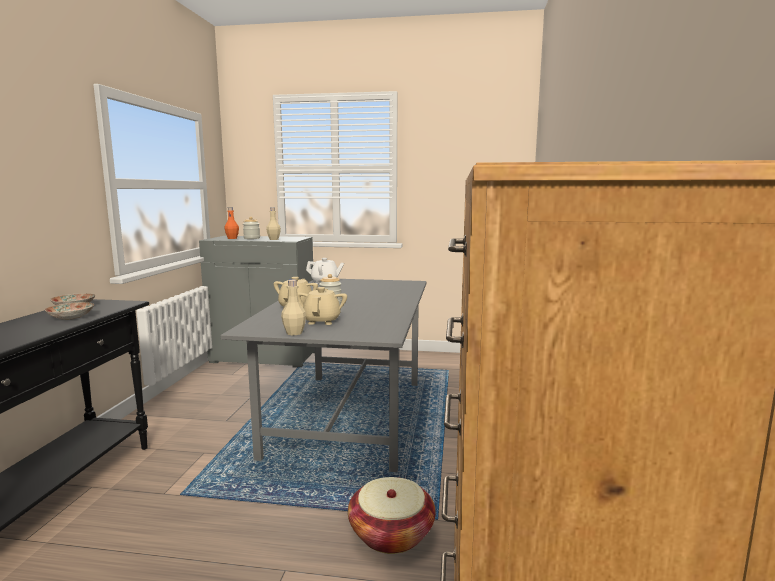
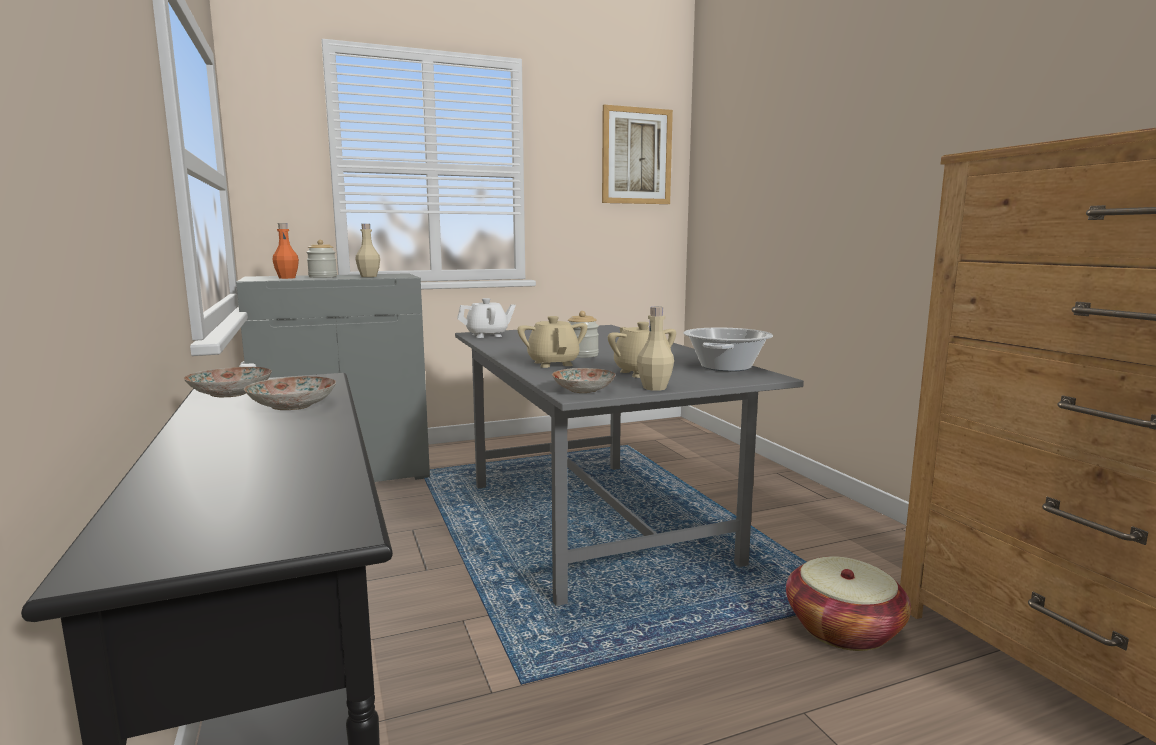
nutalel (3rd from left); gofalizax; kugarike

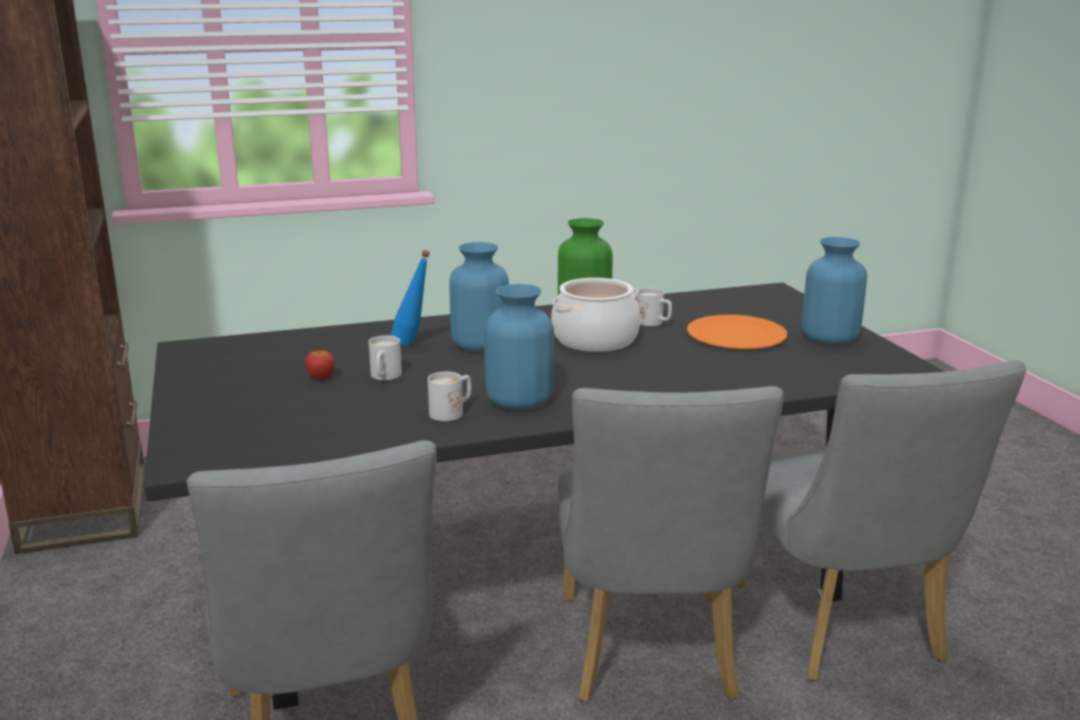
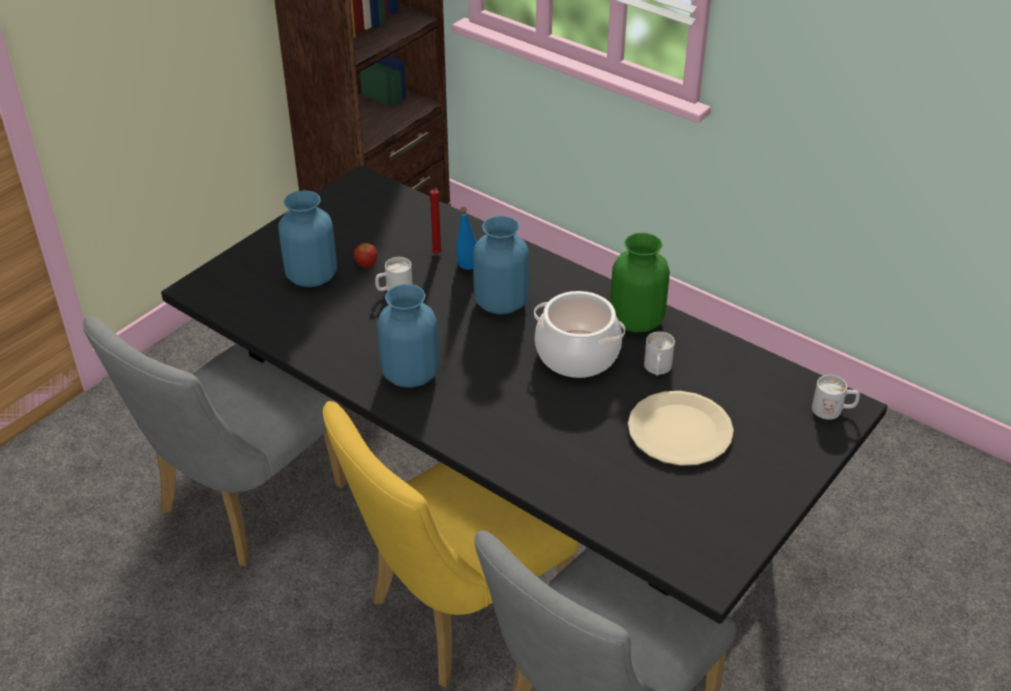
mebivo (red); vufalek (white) (3rd from left); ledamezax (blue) (1st from left); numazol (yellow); nutalel (beige)

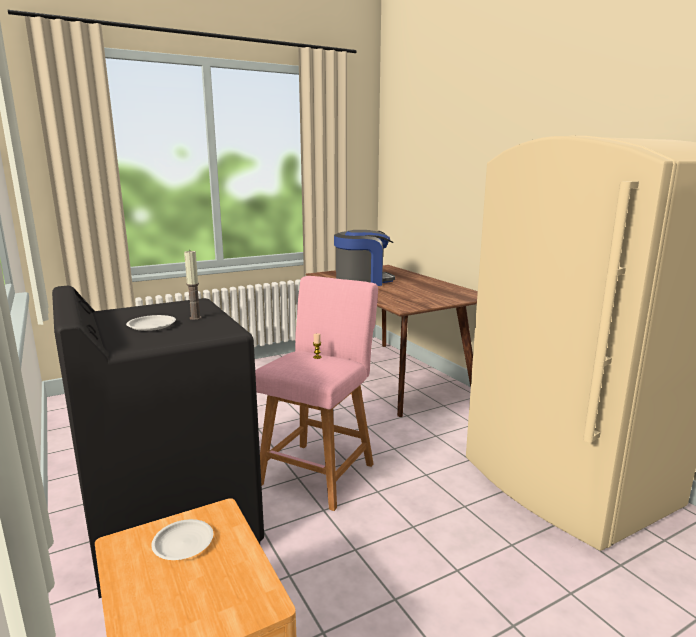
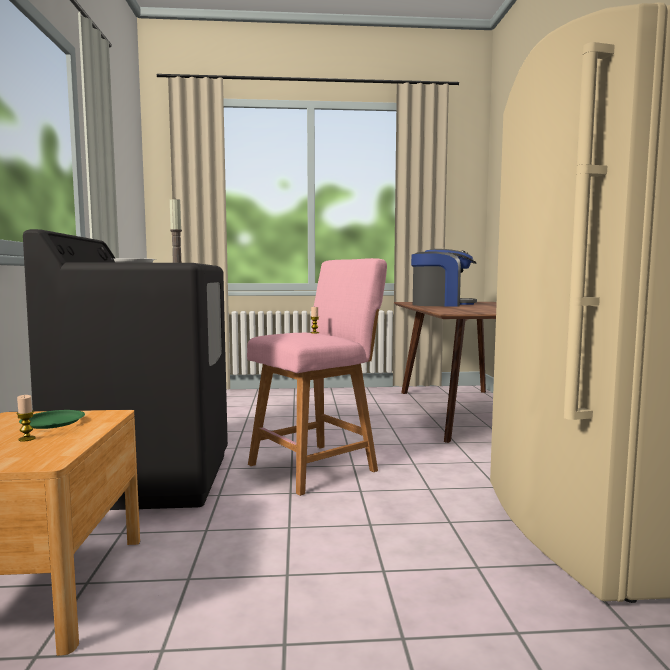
mebivo (1st from left); nutalel (green)

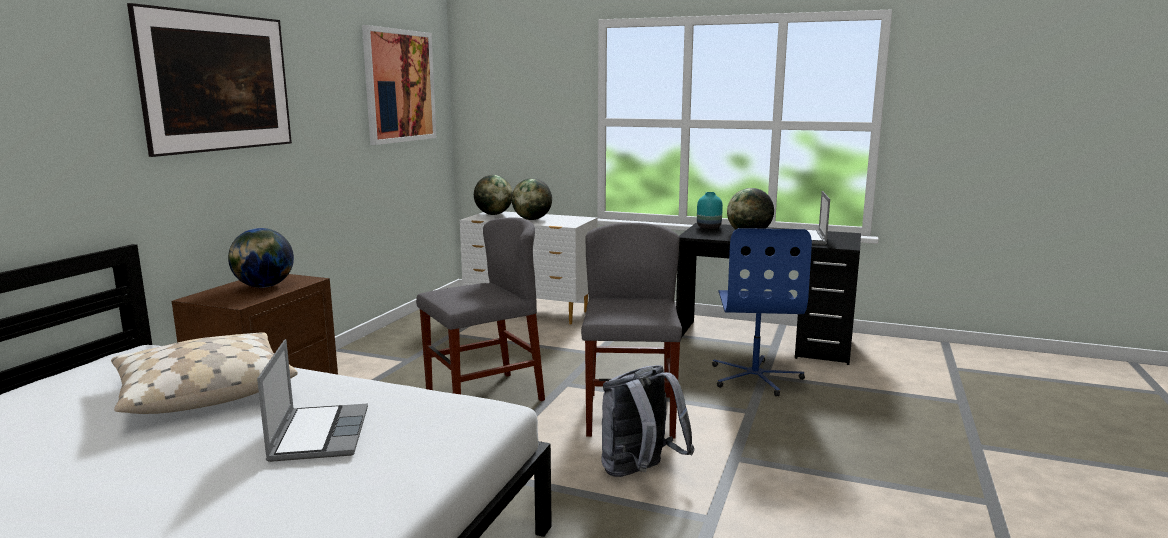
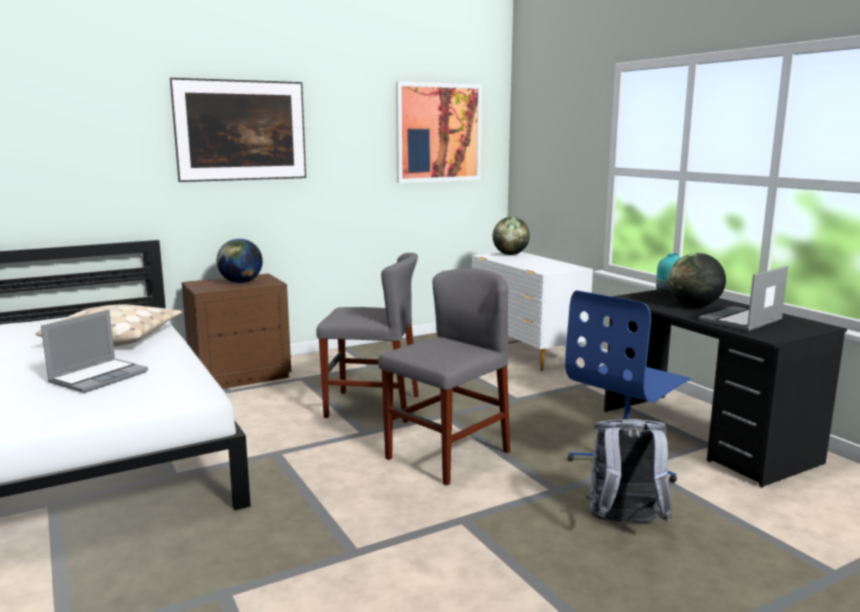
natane (3rd from left in the first image); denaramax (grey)

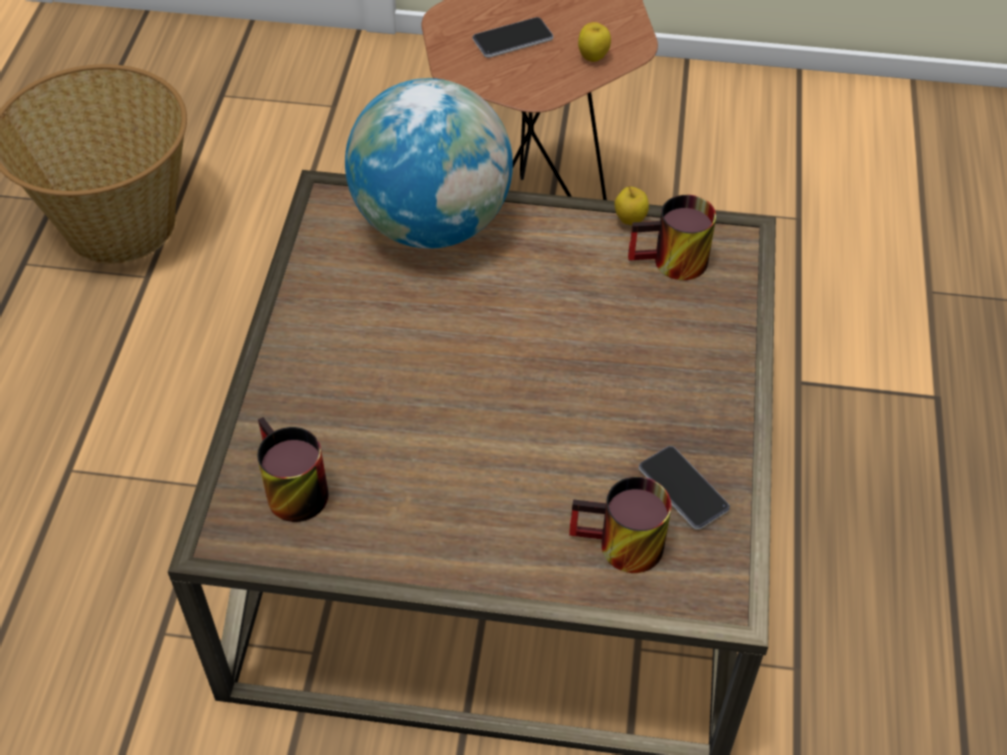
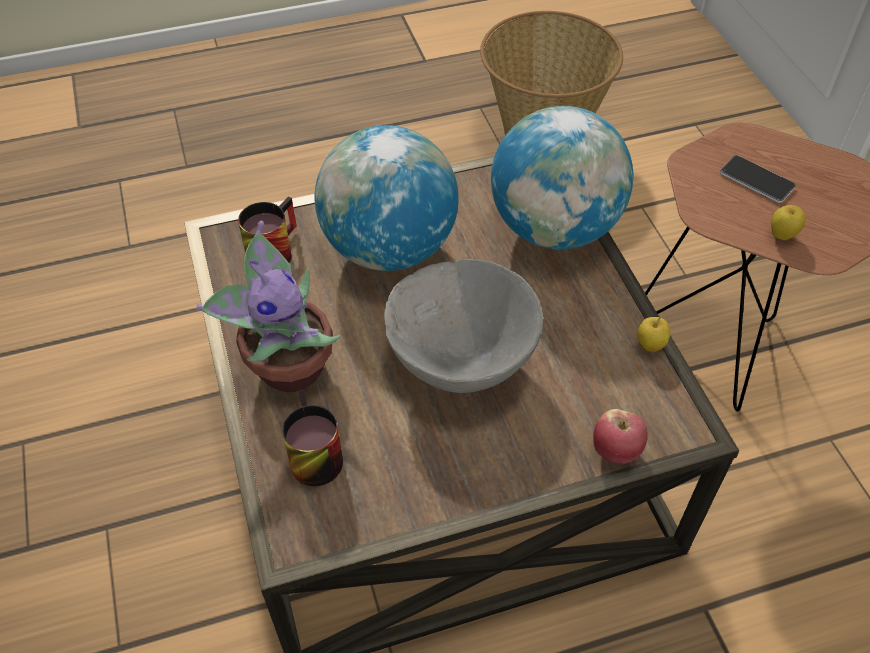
vufalek (3rd from left in the first image); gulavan (2nd from left in the first image); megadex; natane (1st from left); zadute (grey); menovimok (1st from left)

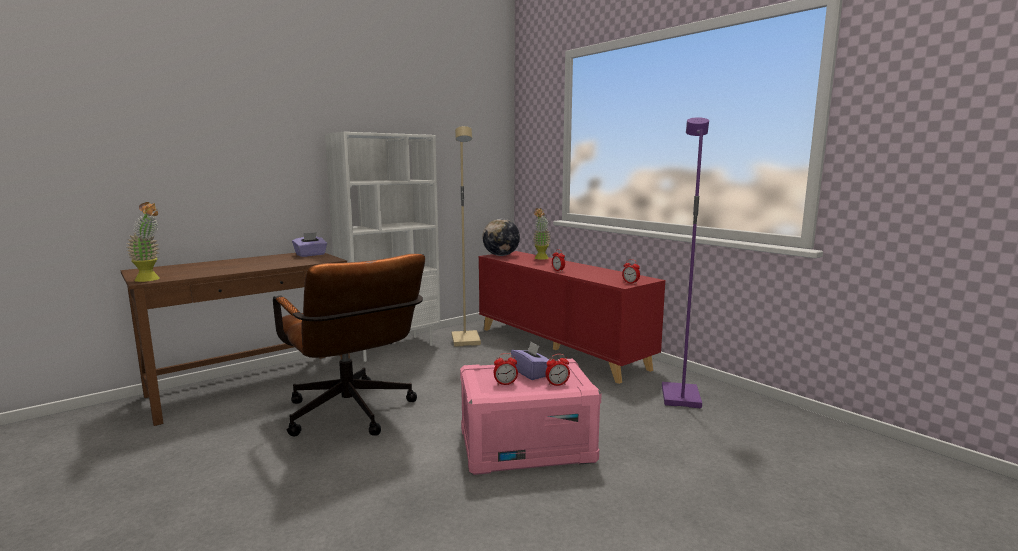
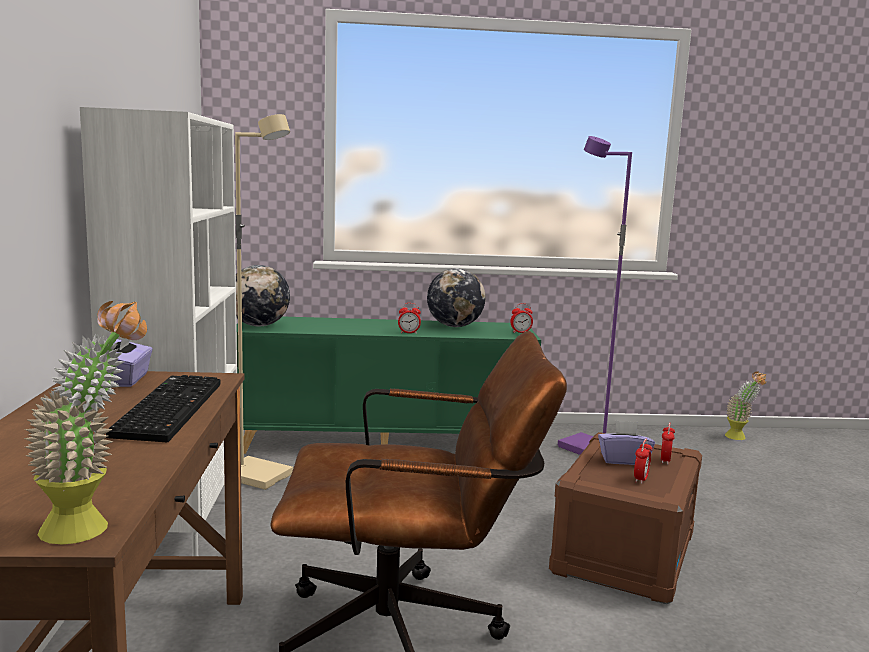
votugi; natane (2nd from left); megadex (2nd from left); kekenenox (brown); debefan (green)

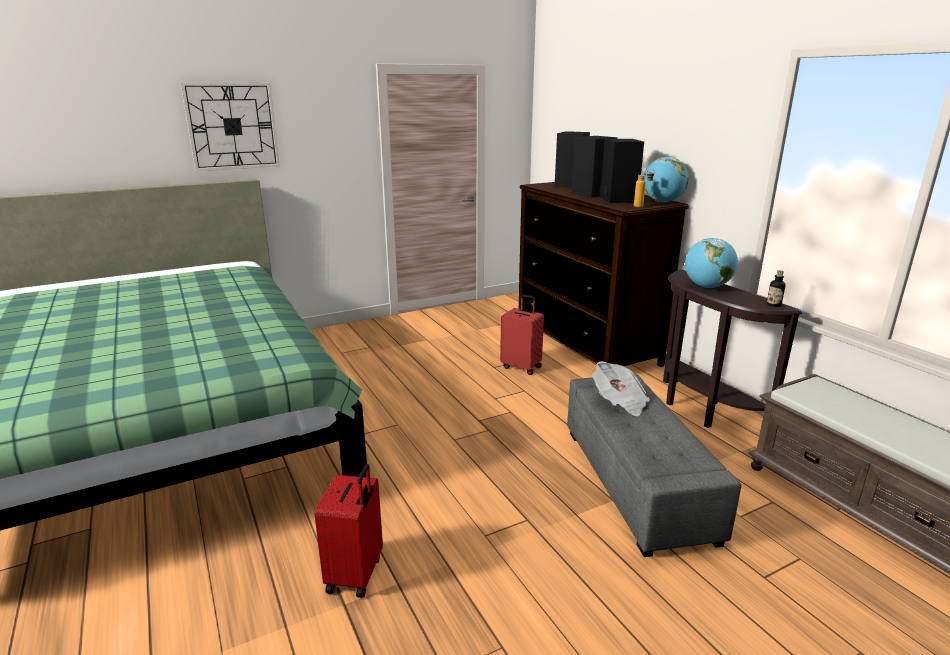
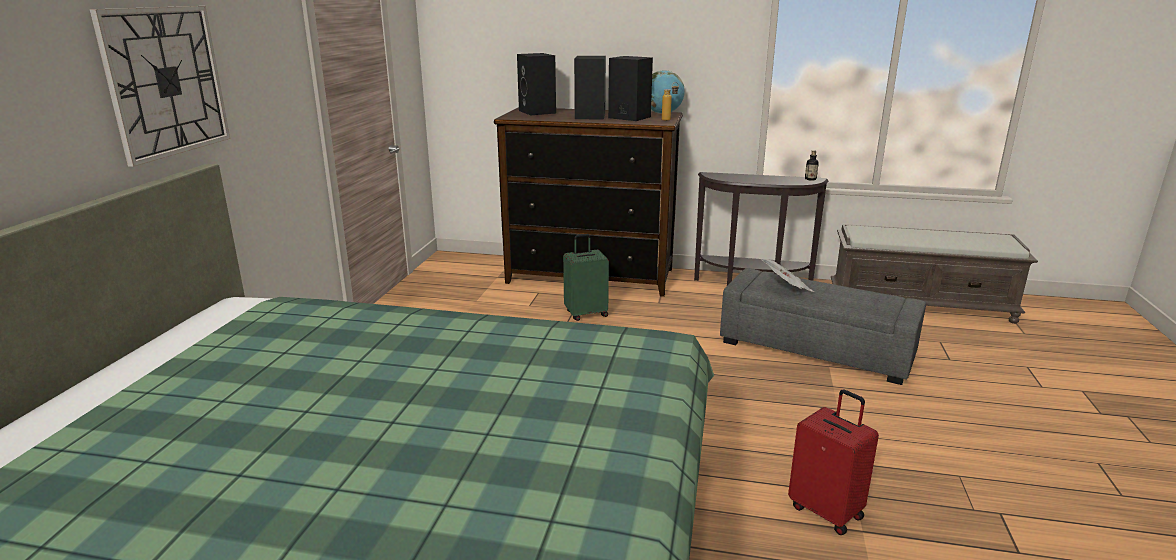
natane (2nd from left in the first image); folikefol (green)

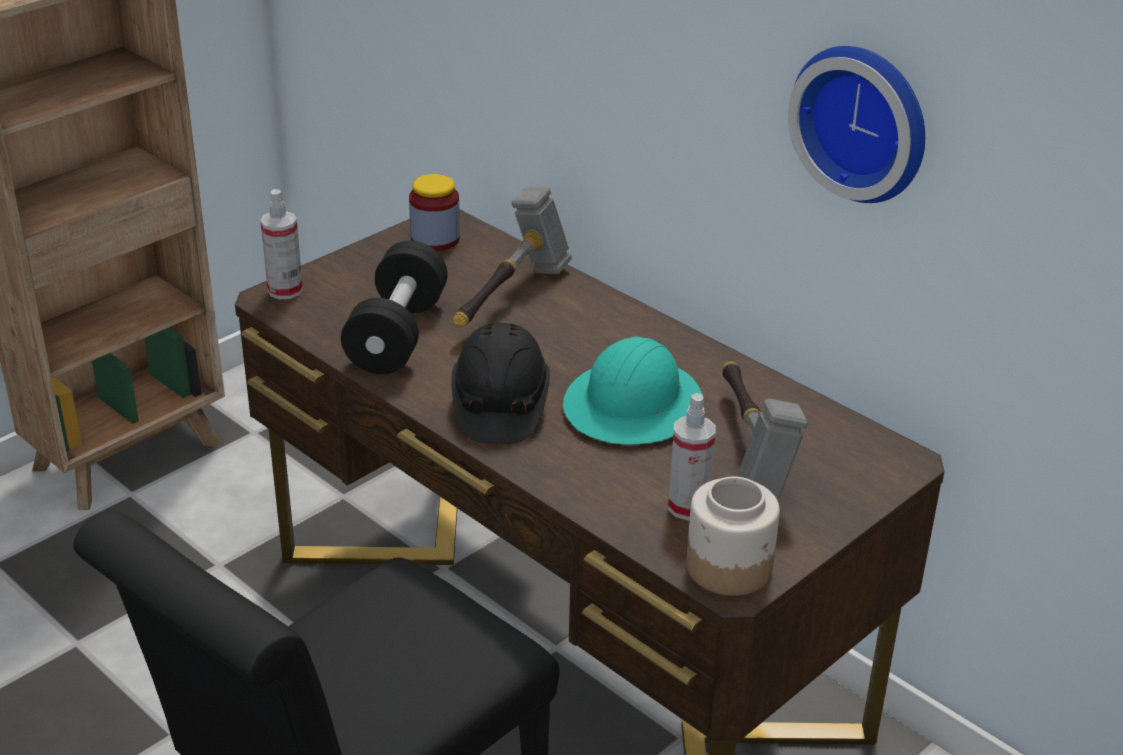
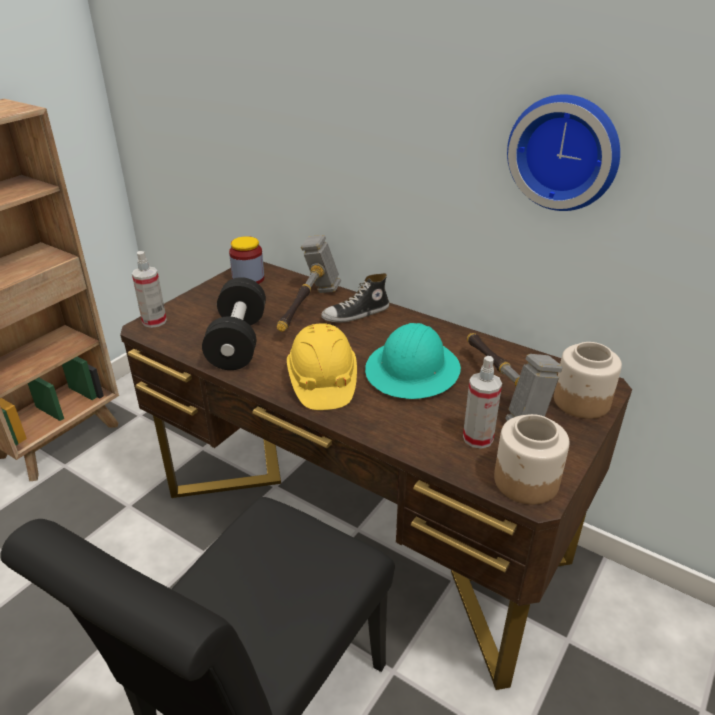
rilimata; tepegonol (3rd from left); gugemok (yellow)

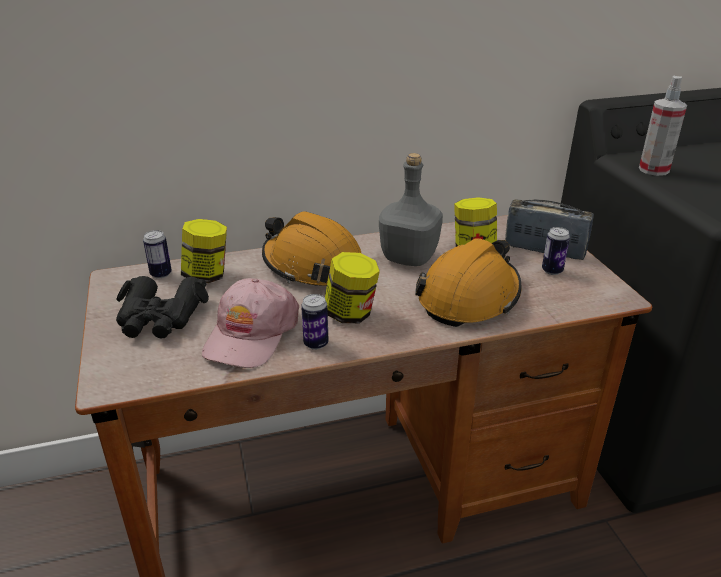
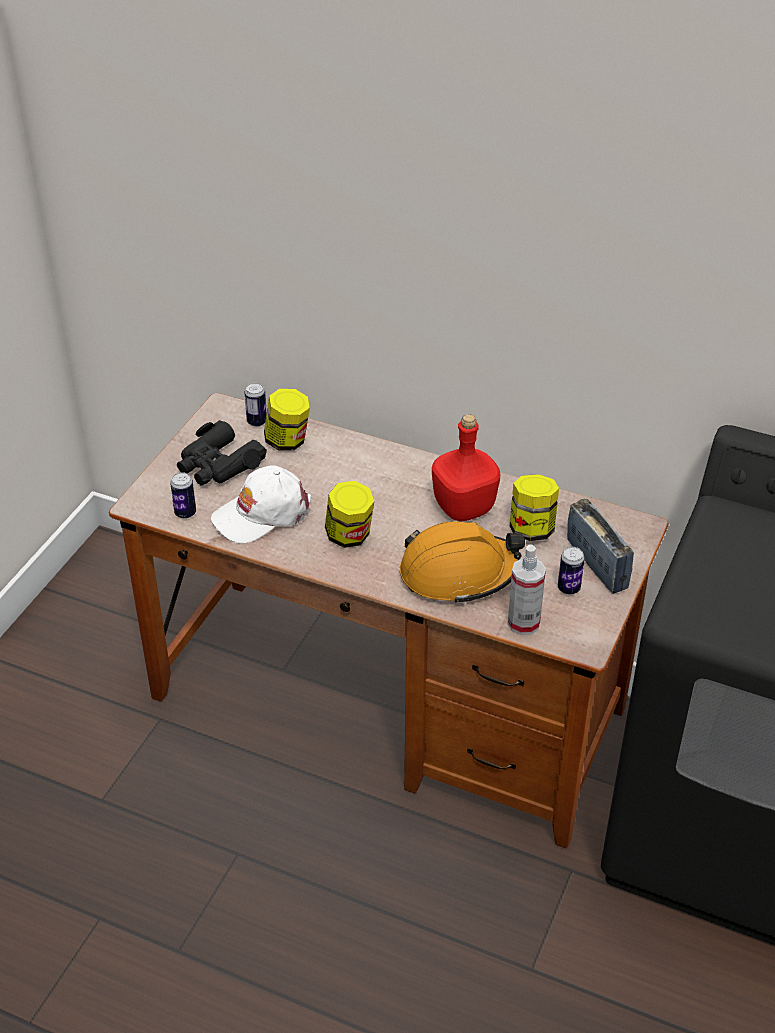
gugemok (orange) (1st from left in the first image); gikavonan (1st from left); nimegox; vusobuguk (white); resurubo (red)

